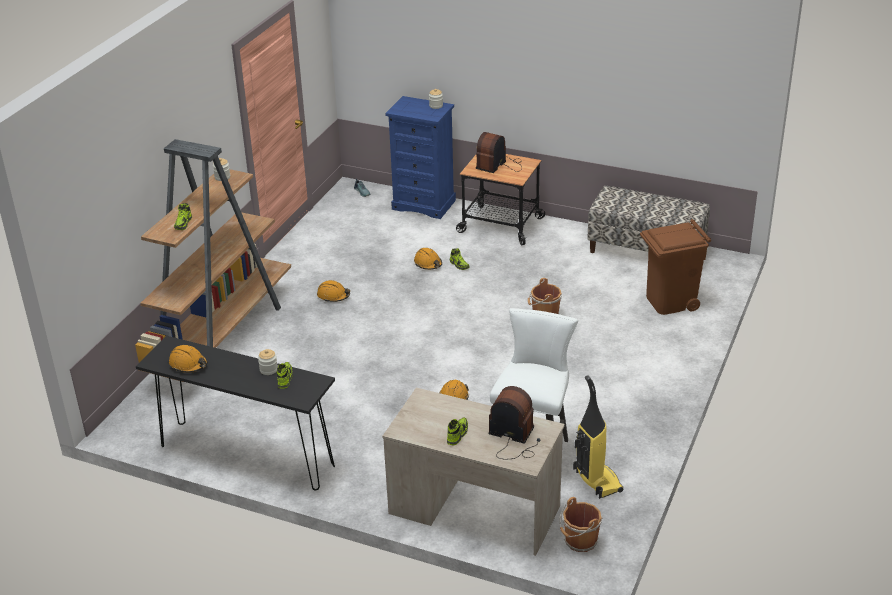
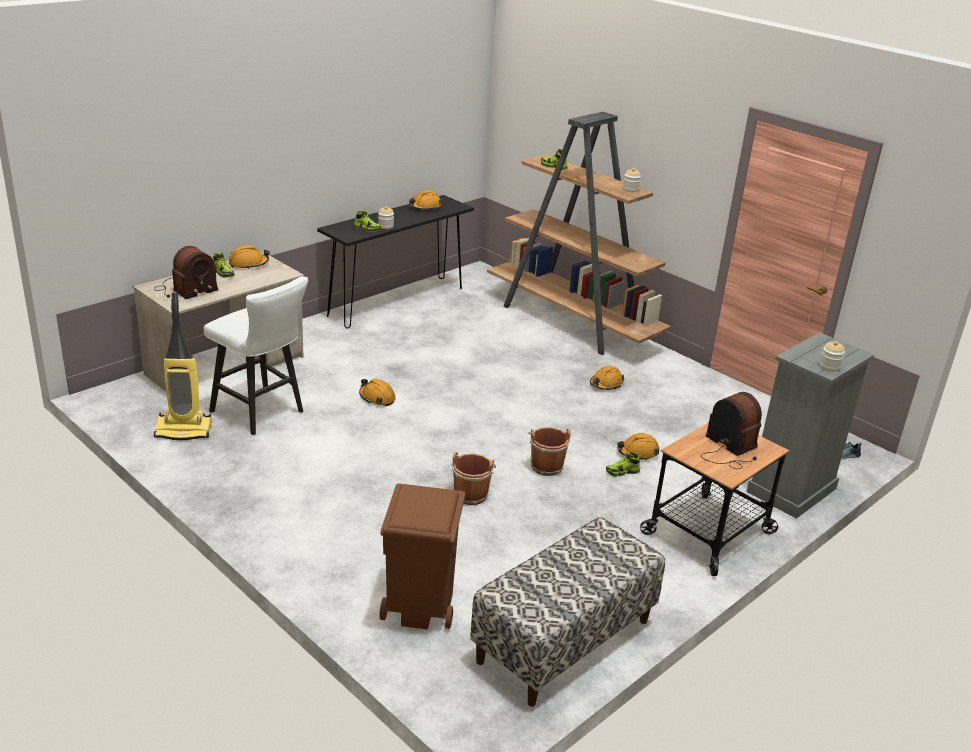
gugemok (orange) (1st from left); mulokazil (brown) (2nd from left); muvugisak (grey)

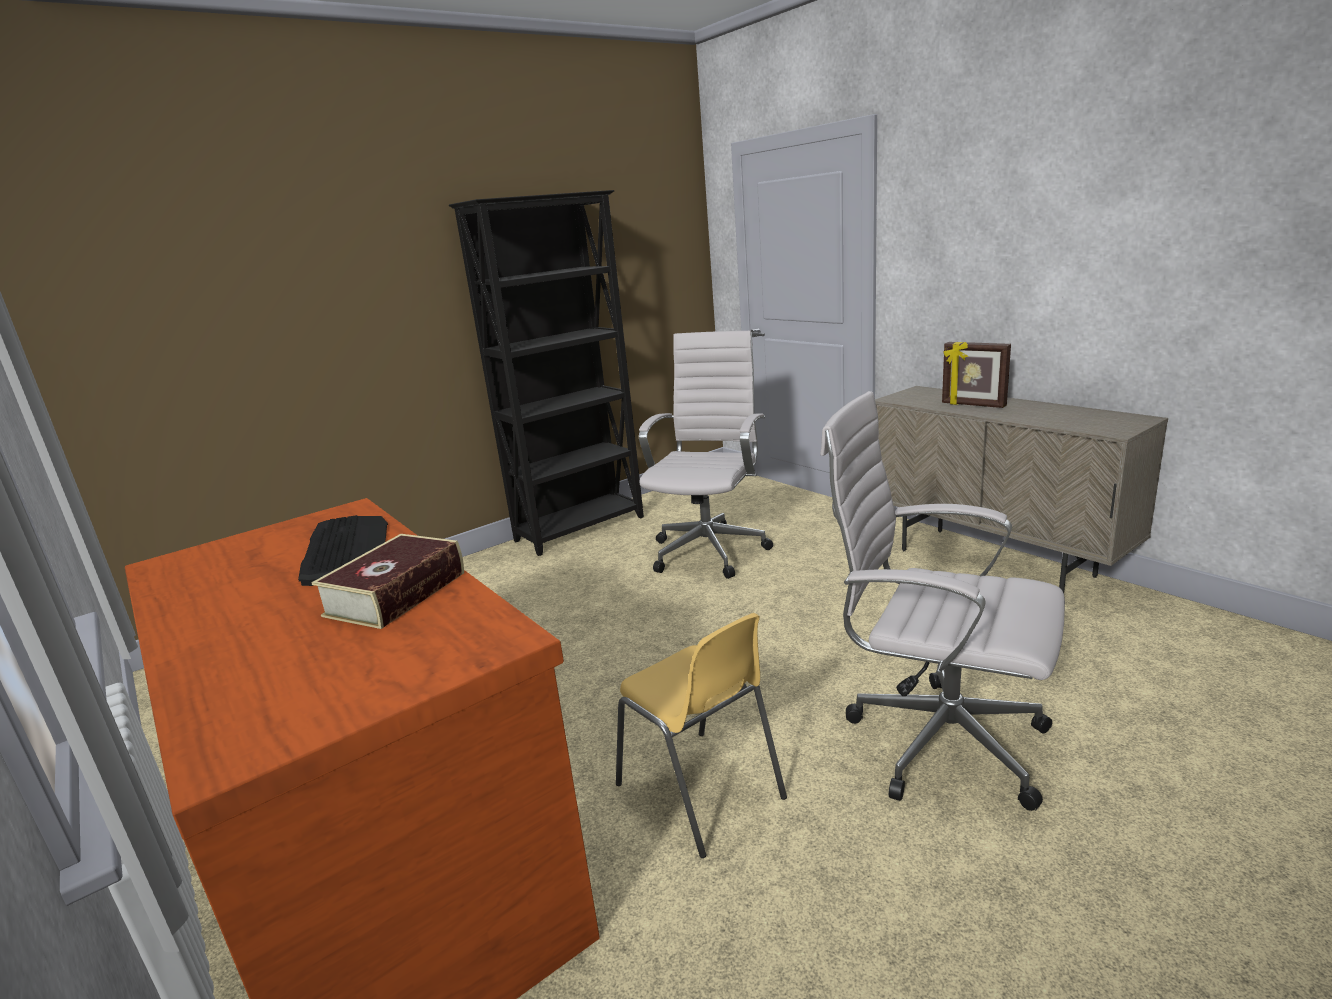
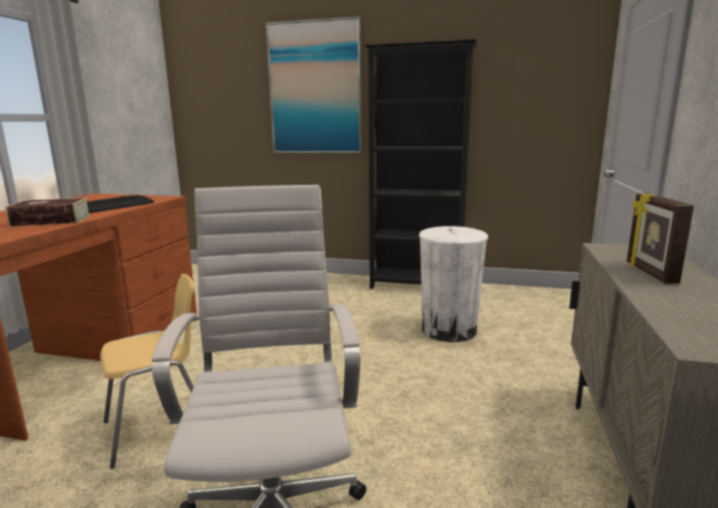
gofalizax; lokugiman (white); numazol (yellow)

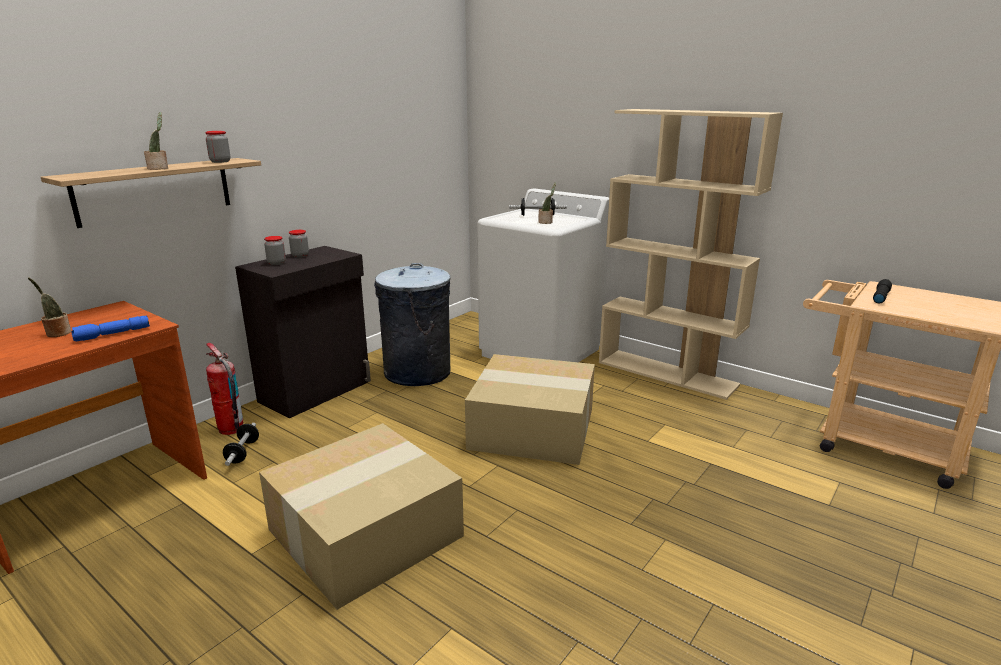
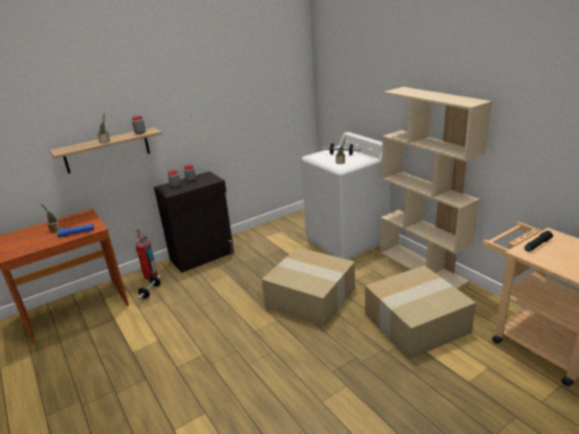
lokugiman (grey); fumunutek (2nd from left)

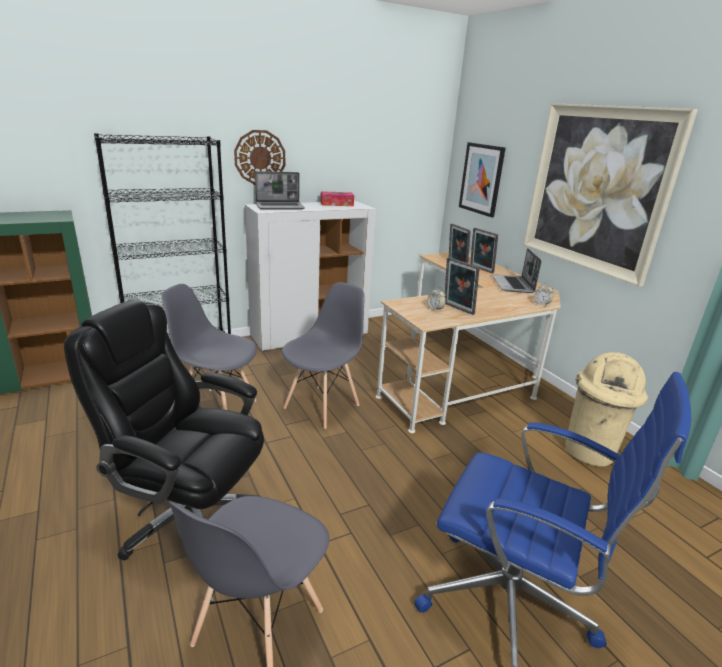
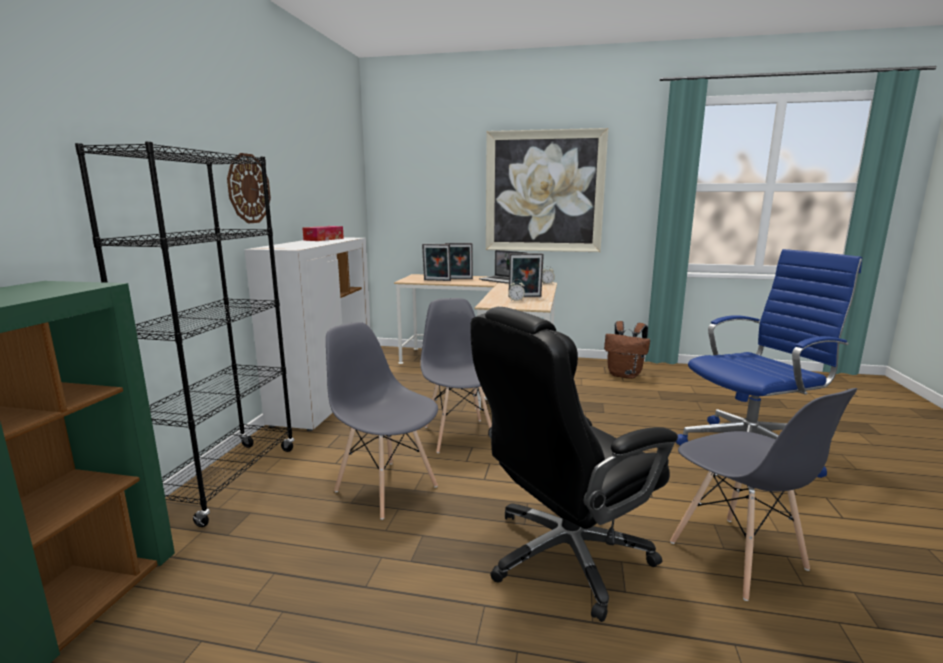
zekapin (1st from left in the first image); gofalizax (1st from left in the first image); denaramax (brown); numazol (grey) (1st from left)

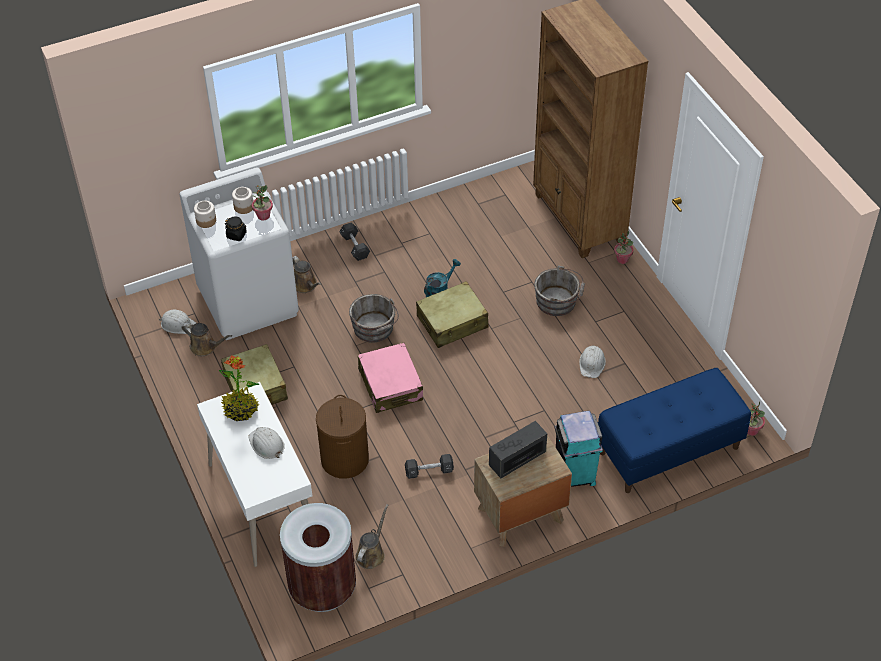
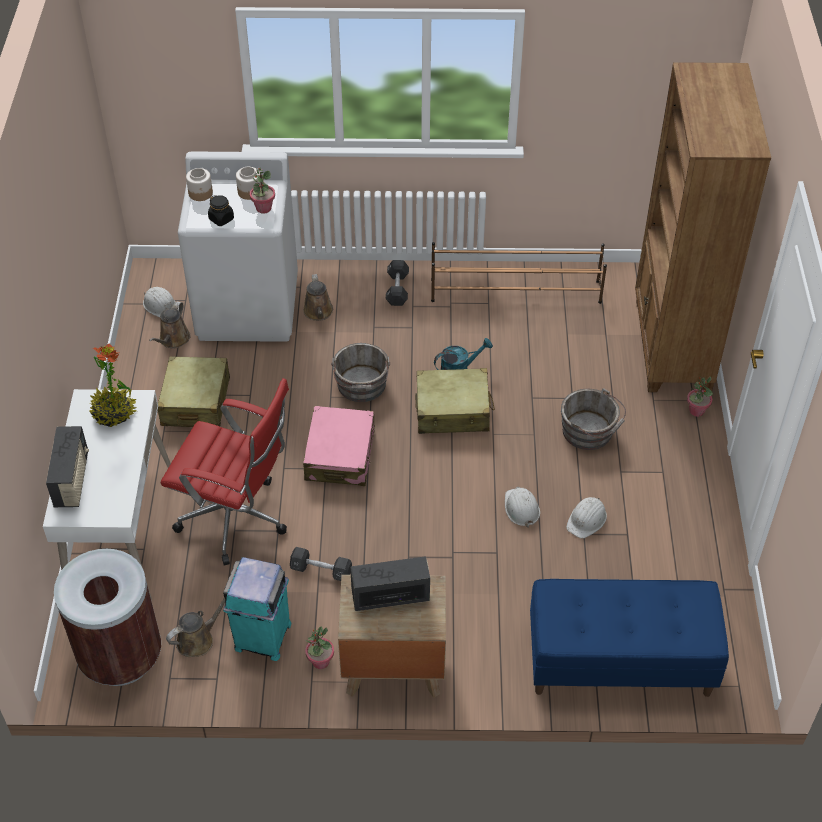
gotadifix (1st from left); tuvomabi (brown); gugemok (white) (2nd from left); lokugiman (turquoise); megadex (3rd from left); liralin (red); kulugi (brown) (1st from left)

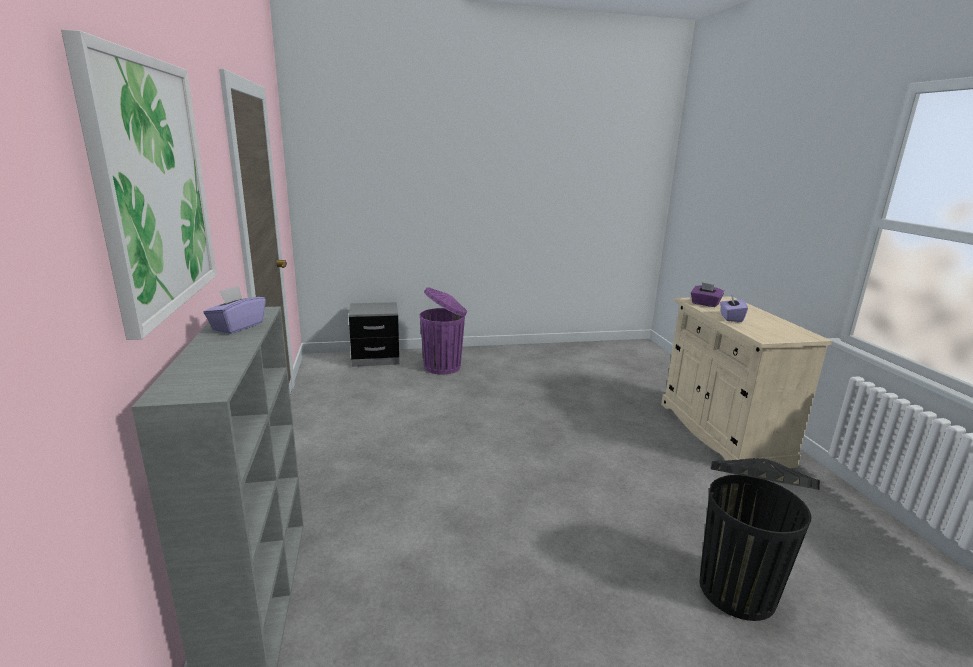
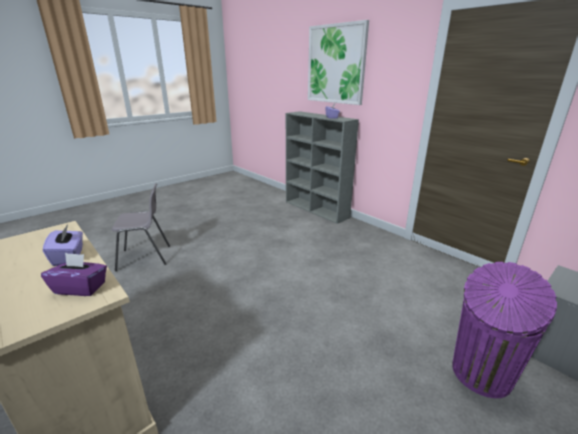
numazol (grey)

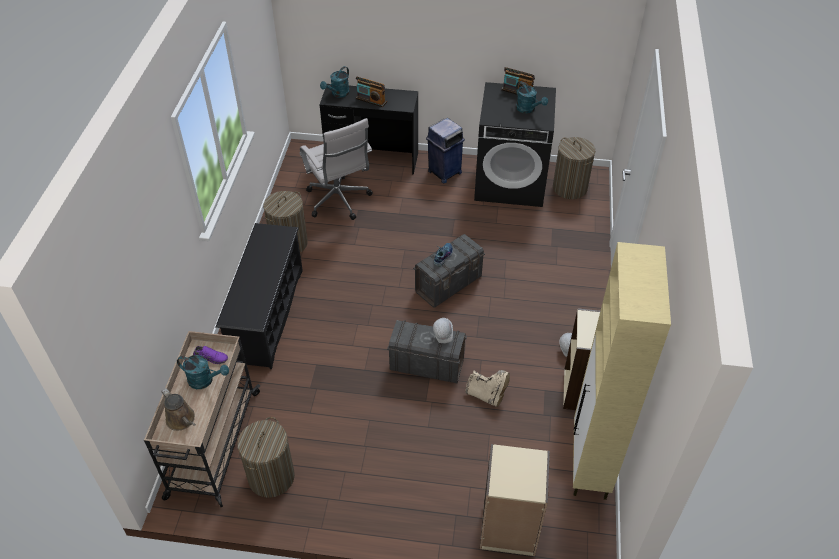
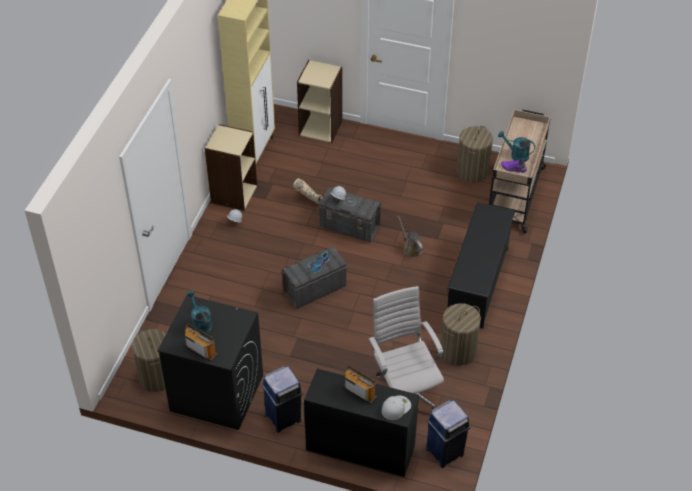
lokugiman (blue) (2nd from left); kulugi (brown); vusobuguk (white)

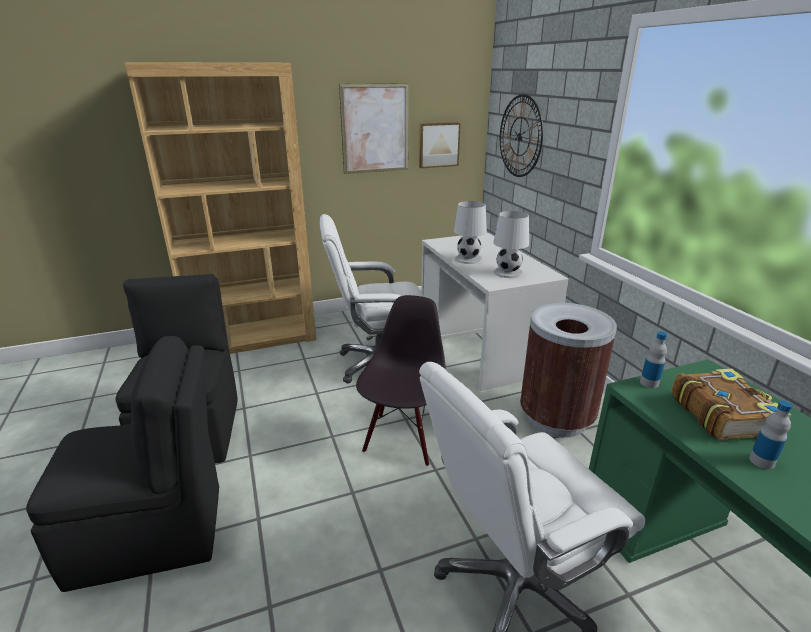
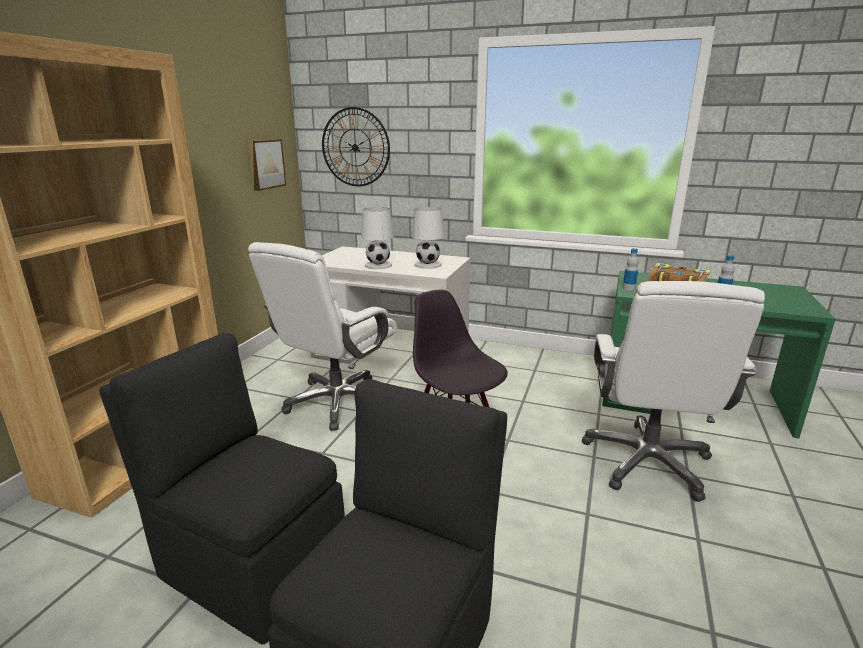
gofalizax (1st from left in the first image); lokugiman (brown)

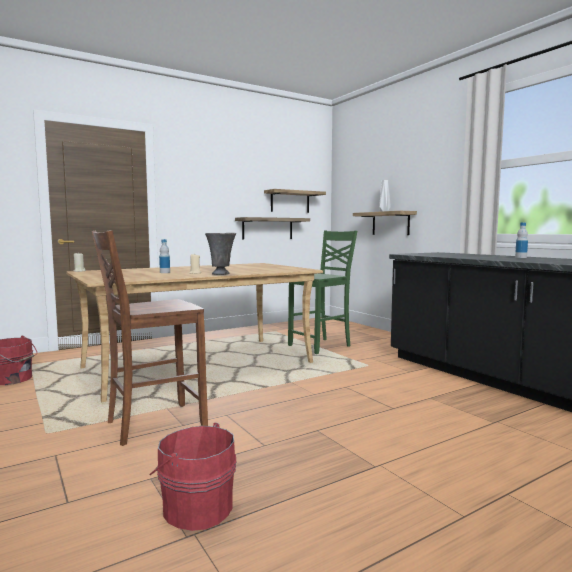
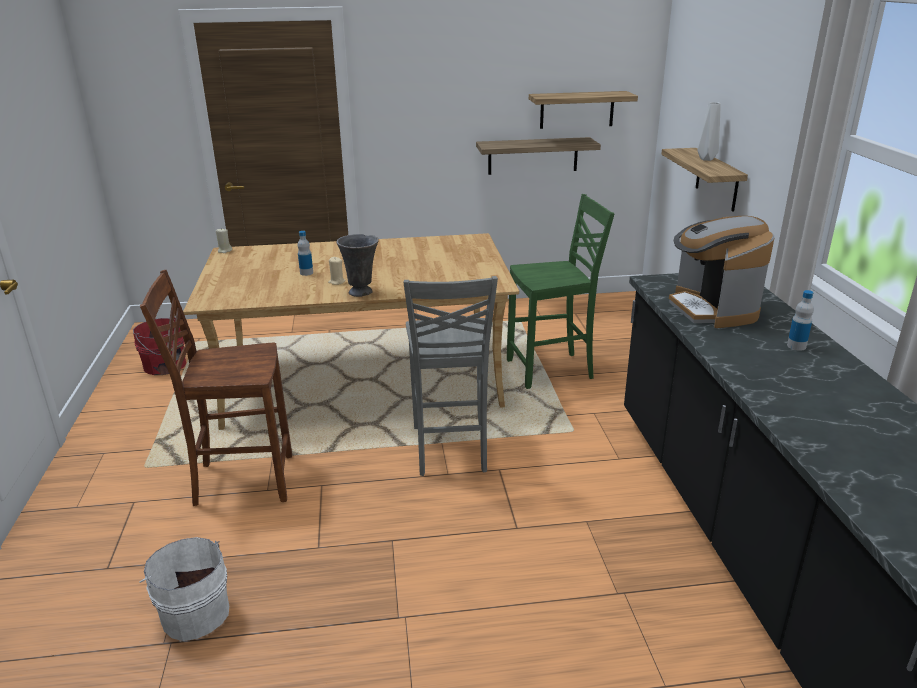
numazol (grey); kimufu; mulokazil (white)

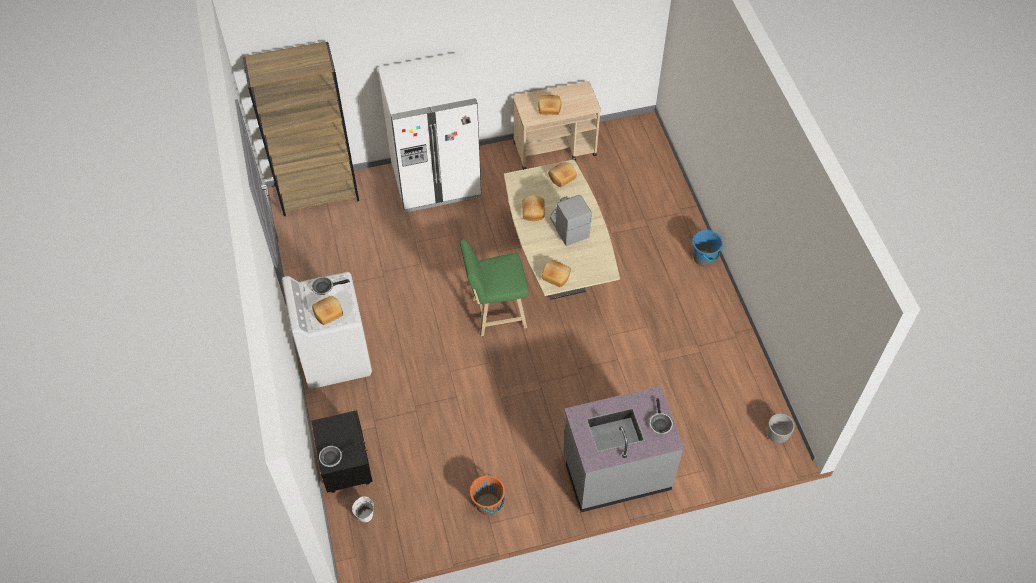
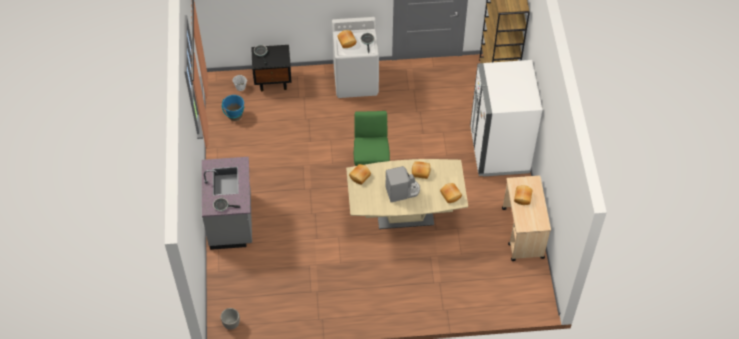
mulokazil (orange); mulokazil (blue)

